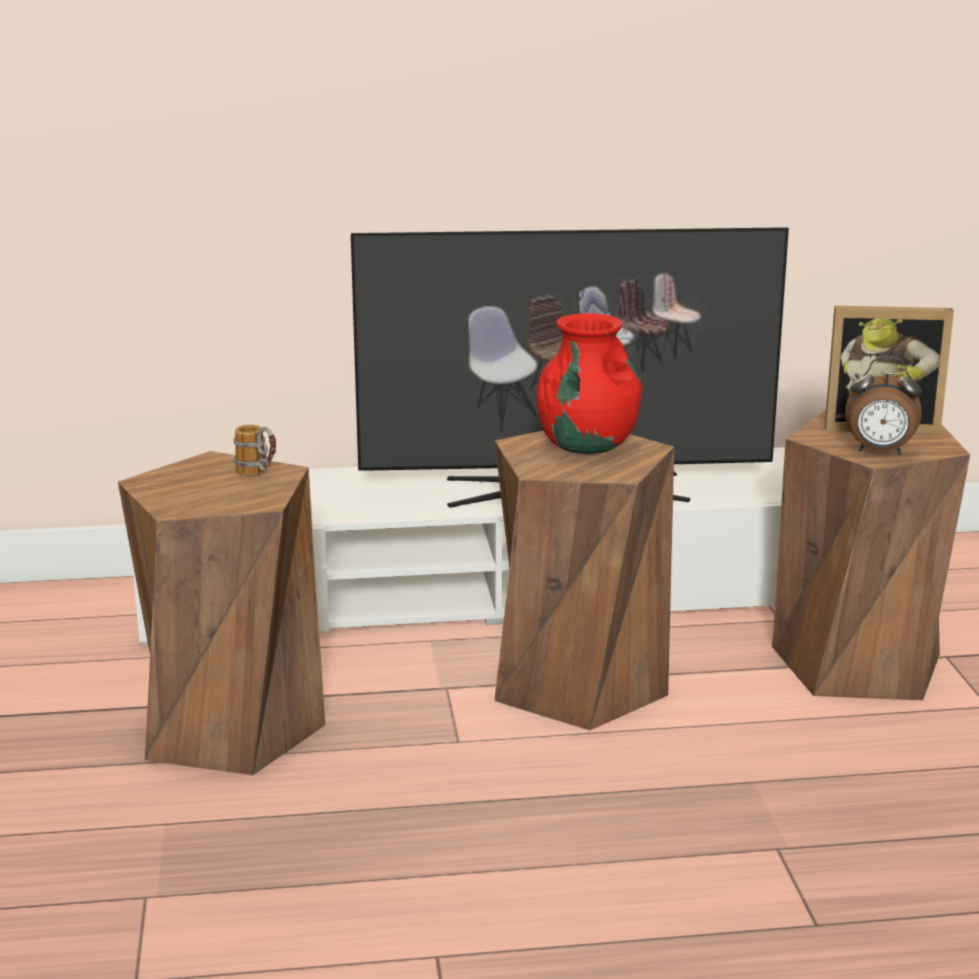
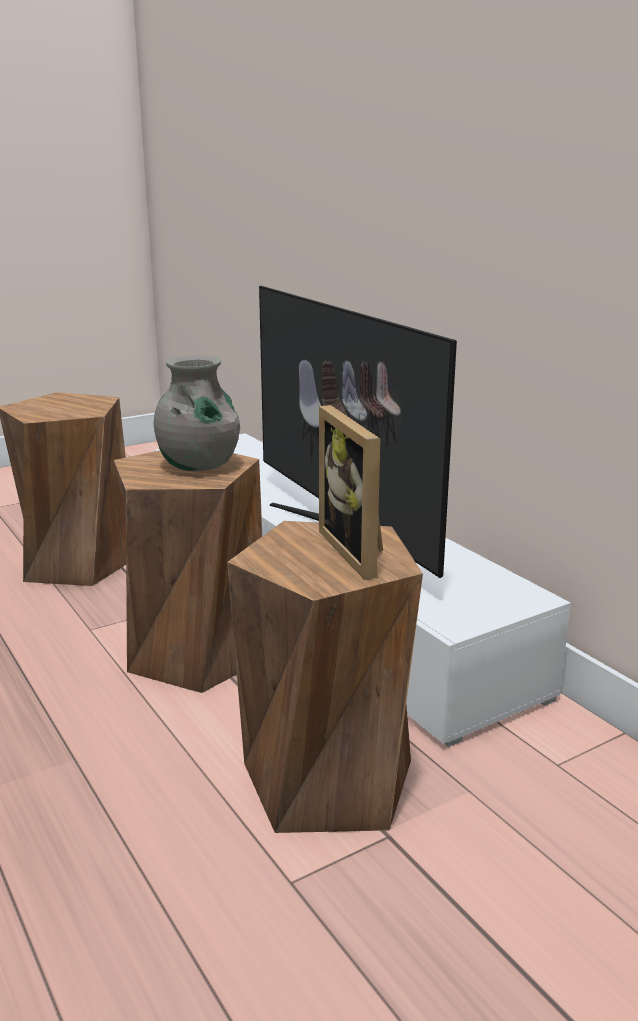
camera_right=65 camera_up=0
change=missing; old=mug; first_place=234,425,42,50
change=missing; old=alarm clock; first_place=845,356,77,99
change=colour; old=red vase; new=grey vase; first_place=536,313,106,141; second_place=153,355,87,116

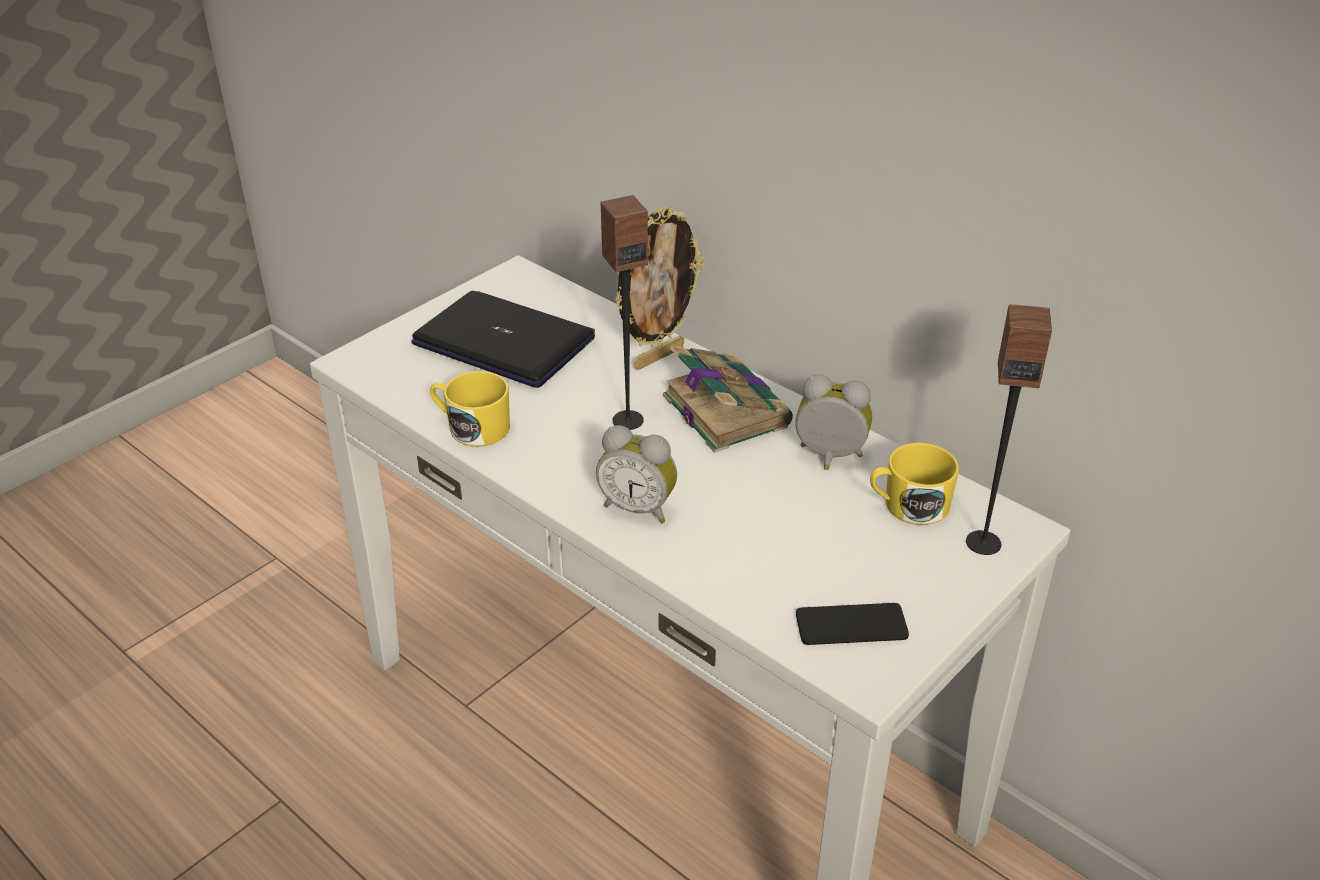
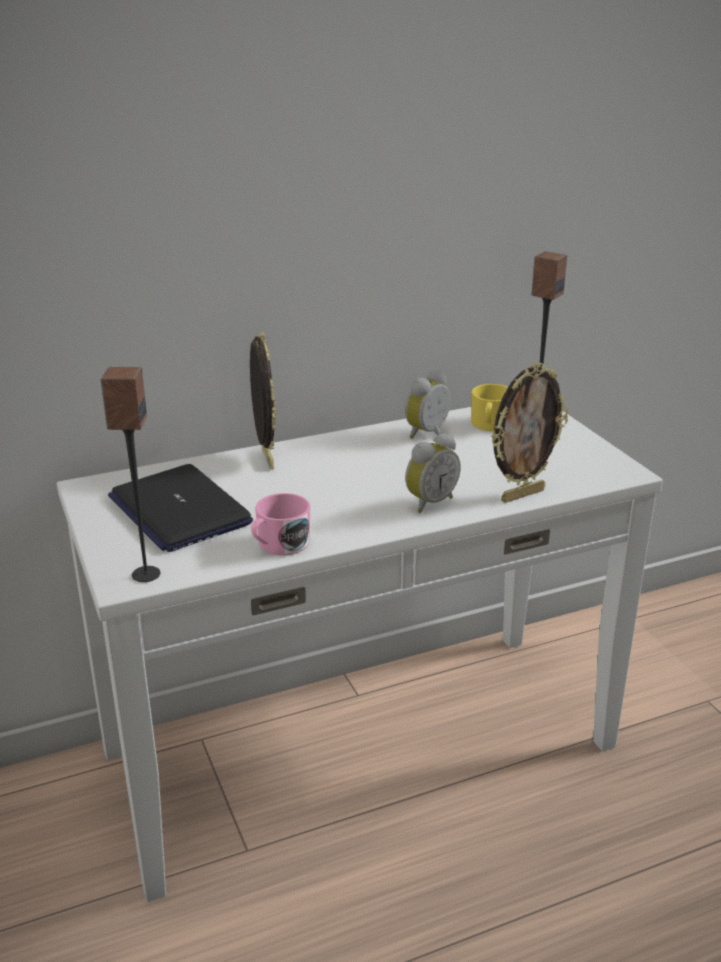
camera_right=-65 camera_up=-10
change=missing; old=book; first_place=663,345,130,108
change=missing; old=phone; first_place=796,603,113,42
change=appeared; new=picture frame; second_place=491,363,77,140
change=relocated; old=speaker; first_place=601,195,47,235; second_place=101,367,59,215
change=colour; old=yellow mug; new=pink mug; first_place=430,371,80,76; second_place=251,493,59,62
change=spun; old=laptop; first_place=411,291,184,97; second_place=108,464,145,88; degrees=-90

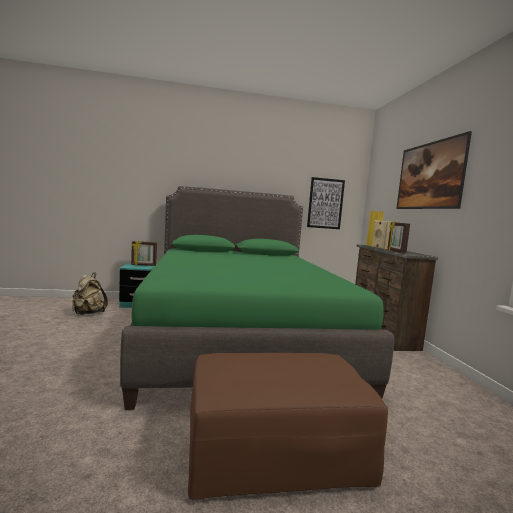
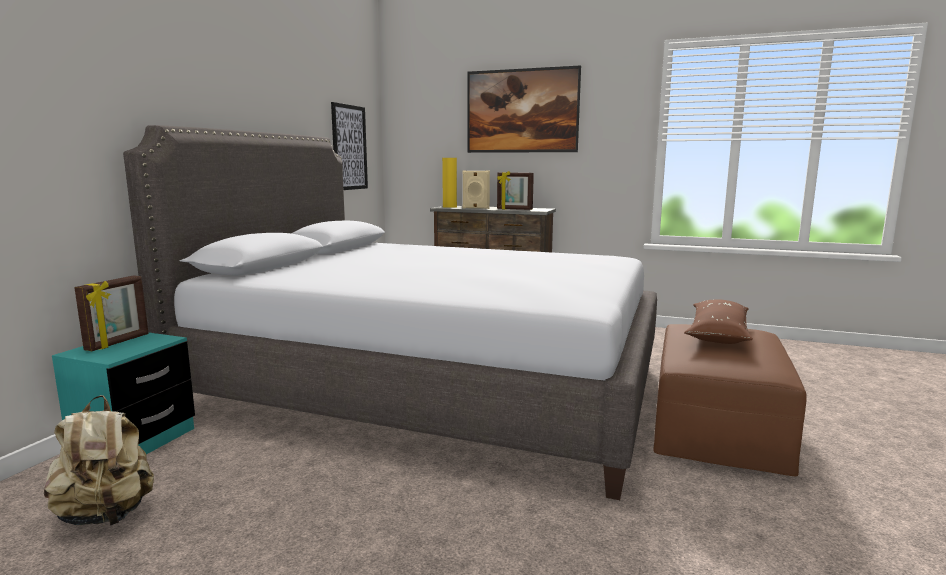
camera_right=-60 camera_up=5
change=appeared; new=brown pillow; second_place=684,300,69,44
change=colour; old=green bed; new=grey bed; first_place=120,186,274,224; second_place=123,125,534,375

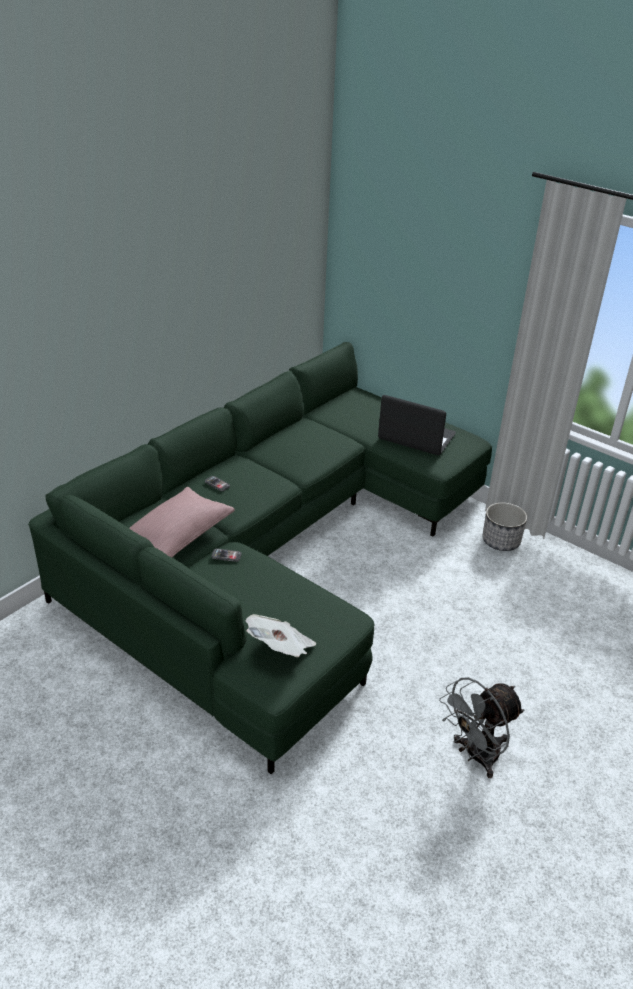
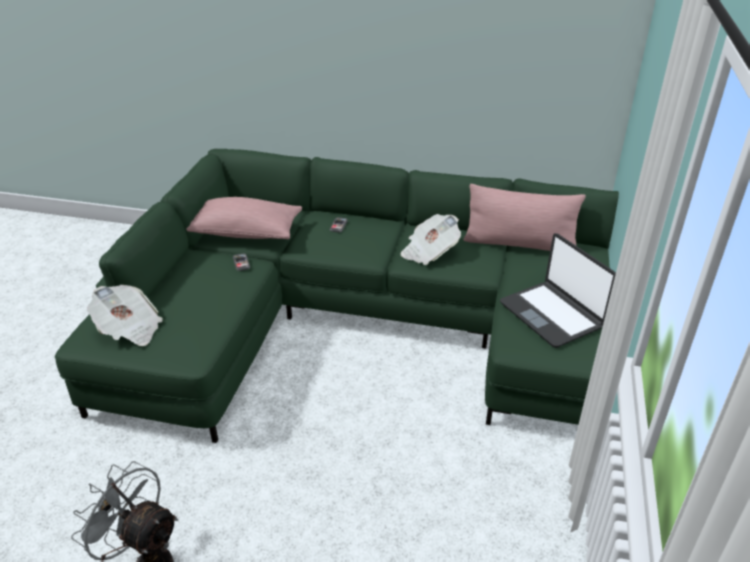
camera_right=65 camera_up=0
change=missing; old=planter; first_place=482,503,45,48
change=appeared; new=newspaper; second_place=400,214,61,51
change=appeared; new=pink pillow; second_place=463,184,123,67
change=spun; old=laptop; first_place=378,395,78,60; second_place=500,233,116,115; degrees=150

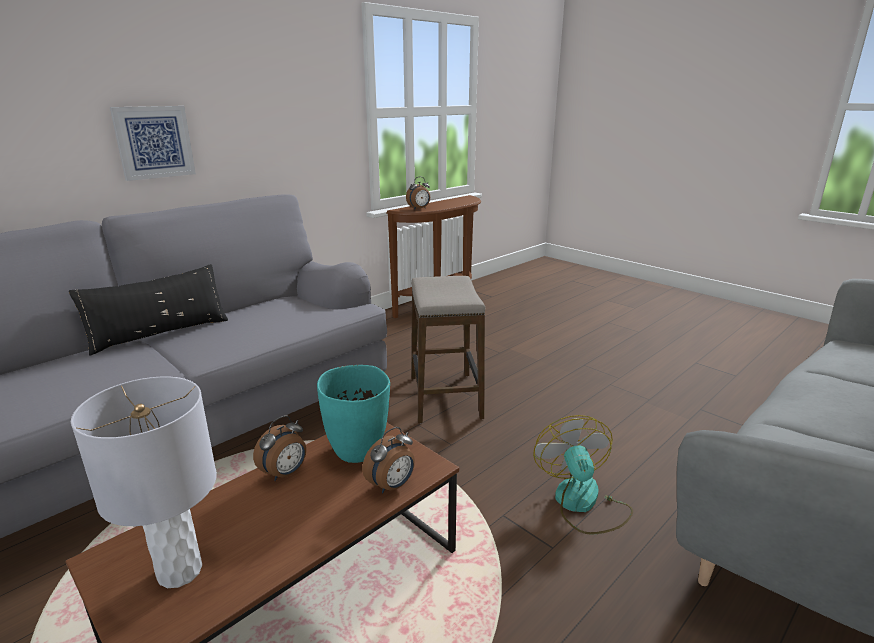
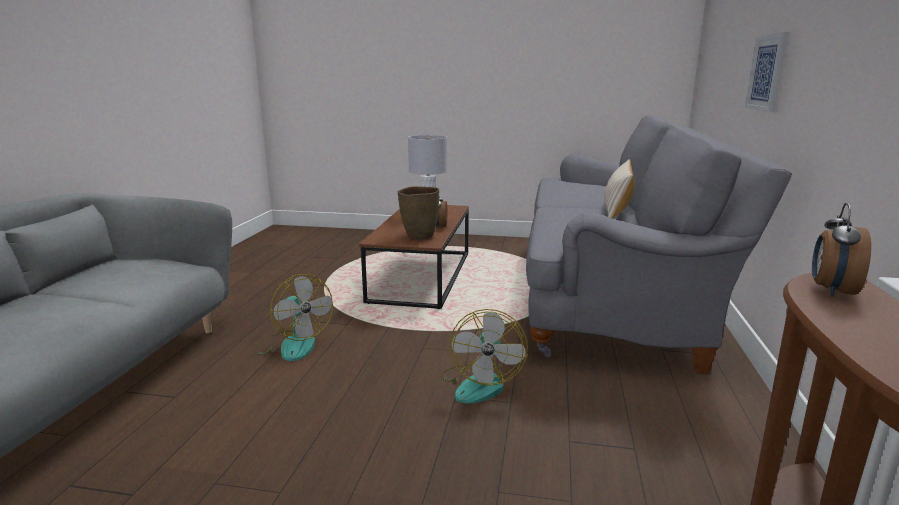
camera_right=145 camera_up=-5
change=missing; old=alarm clock; first_place=362,427,53,67
change=exchanged; old=stool; new=fan; first_place=411,276,74,147; second_place=440,309,88,95
change=colour; old=black pillow; new=beige pillow; first_place=69,264,159,92; second_place=604,159,31,60
change=colour; old=turquoise vase; new=brown vase; first_place=317,365,73,98; second_place=398,186,41,54

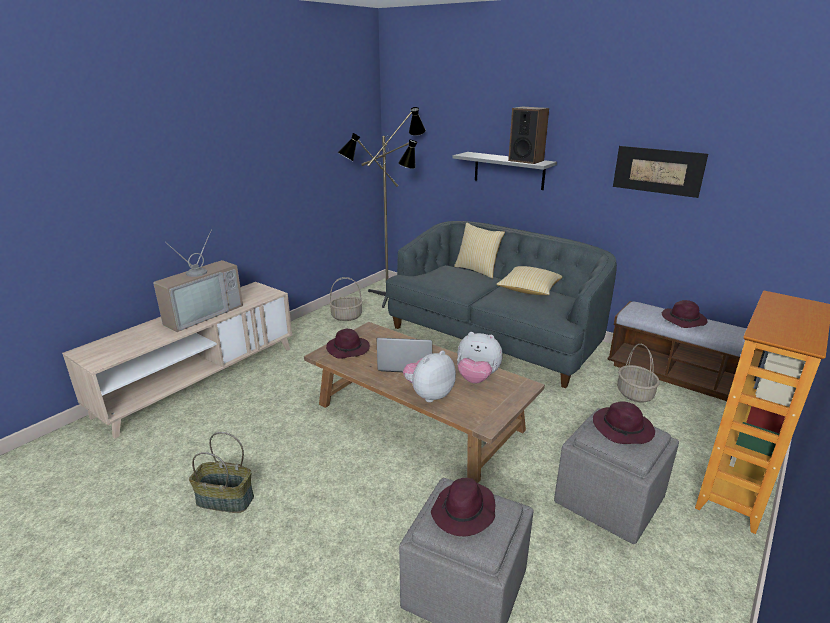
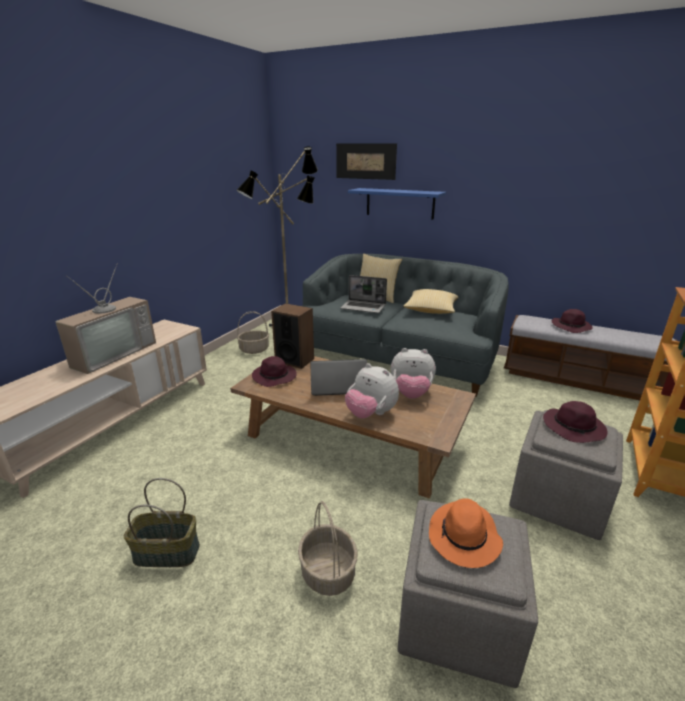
camera_right=-10 camera_up=0
change=appeared; new=laptop; second_place=341,275,46,38
change=relocated; old=speaker; first_place=508,106,41,58; second_place=271,303,43,66
change=relocated; old=picture; first_place=613,146,95,52; second_place=336,143,61,37
change=relocated; old=basket; first_place=617,344,43,58; second_place=298,501,60,95
change=colour; old=purple hat; new=orange hat; first_place=431,478,64,58; second_place=429,498,74,70
change=colour; old=grey shelf; new=blue shelf; first_place=452,152,105,38; second_place=348,188,98,32
change=spun; old=plush toy; first_place=403,350,53,52; second_place=345,363,54,55; degrees=-90

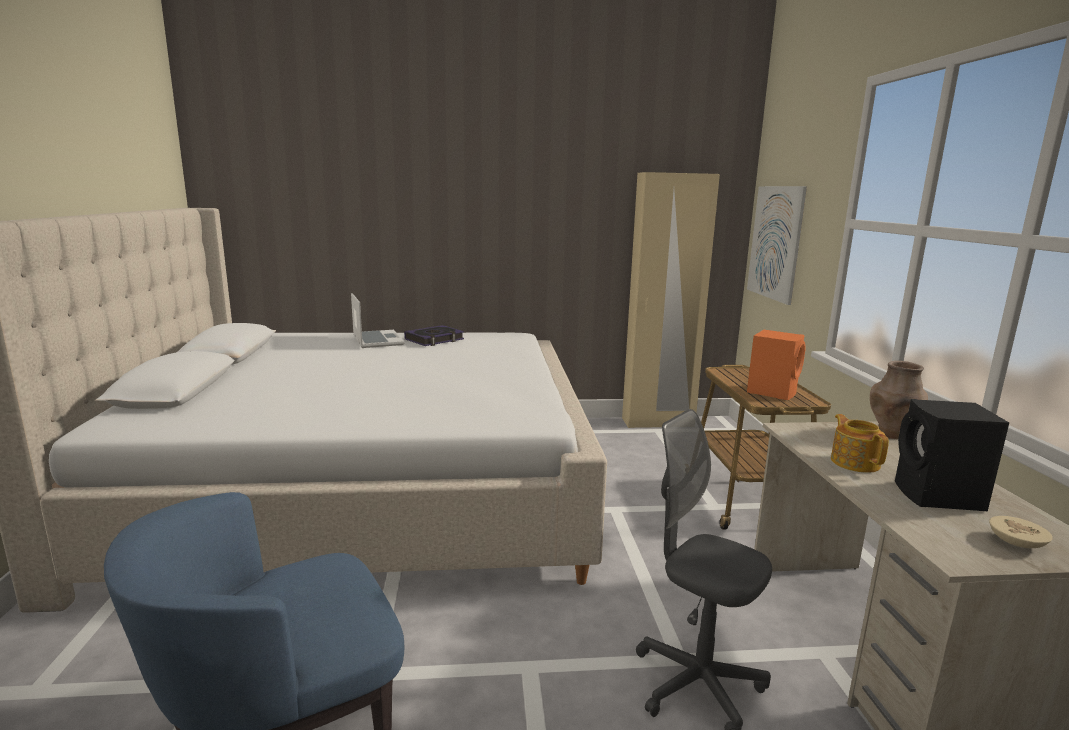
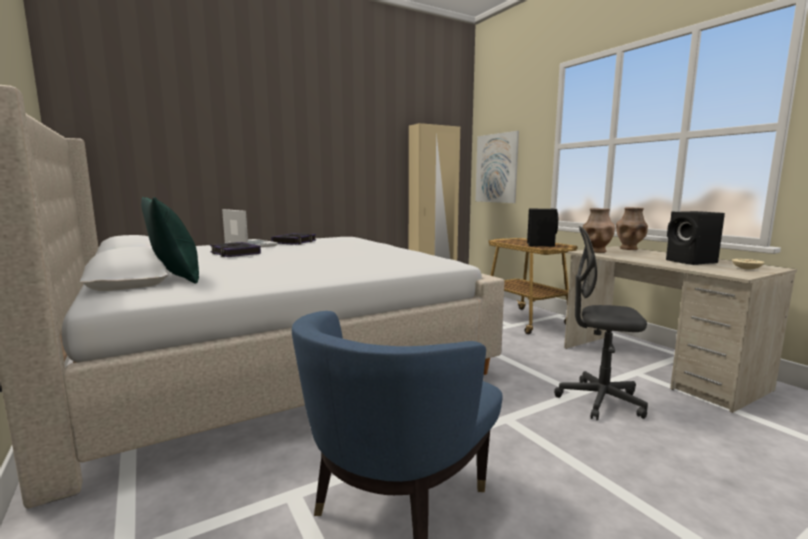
camera_right=-25 camera_up=-5
change=missing; old=teapot; first_place=831,414,58,59
change=appeared; new=green pillow; second_place=141,197,58,87
change=appeared; new=book; second_place=210,242,51,15
change=appeared; new=brown vase; second_place=583,208,32,45
change=colour; old=orange speaker; new=black speaker; first_place=747,330,58,70; second_place=527,209,31,38

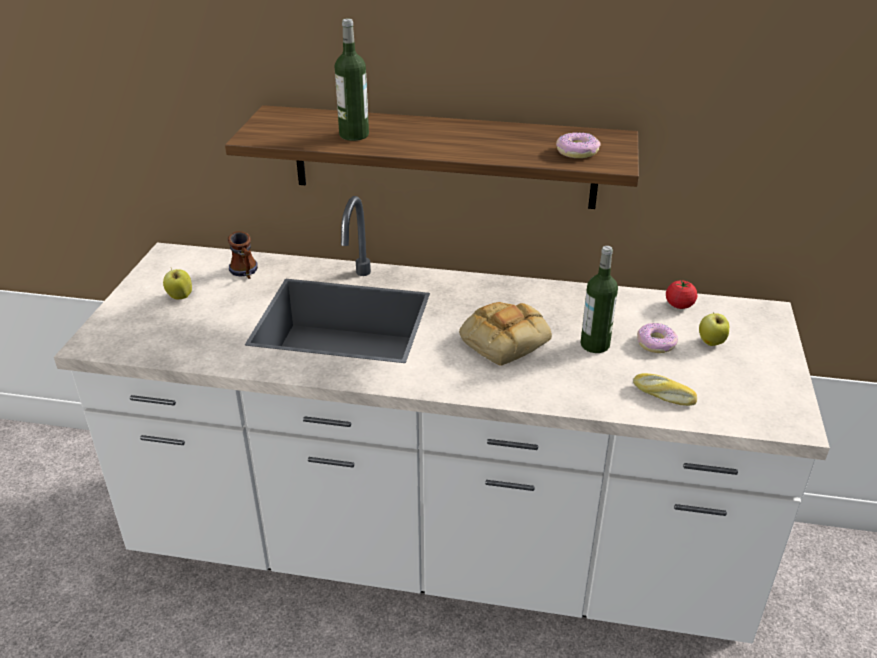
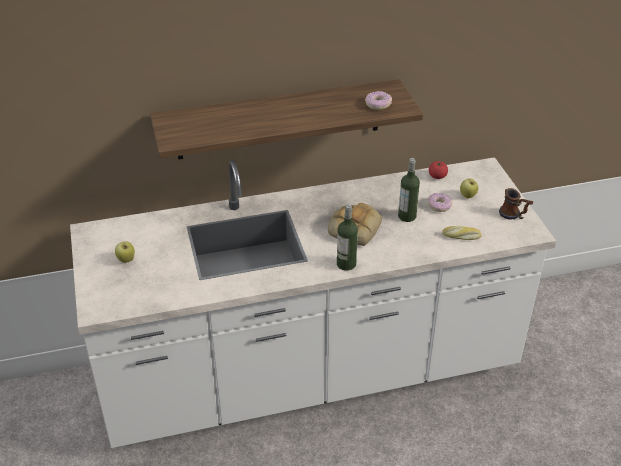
camera_right=-25 camera_up=5
change=relocated; old=mug; first_place=228,231,30,48; second_place=499,188,34,32
change=relocated; old=bottle; first_place=335,19,34,122; second_place=337,204,21,67

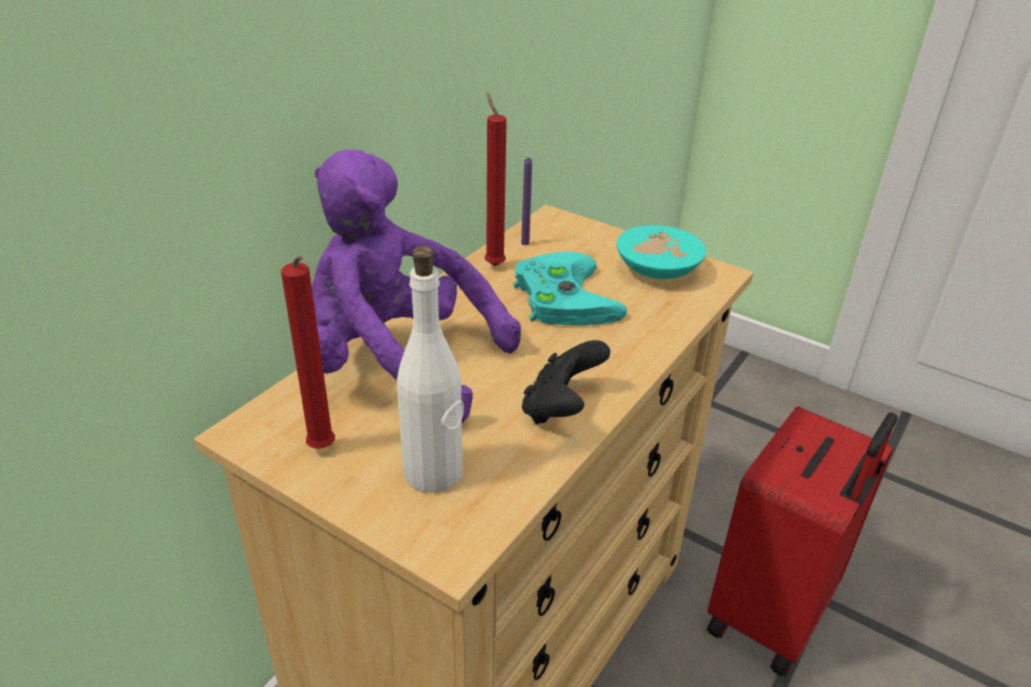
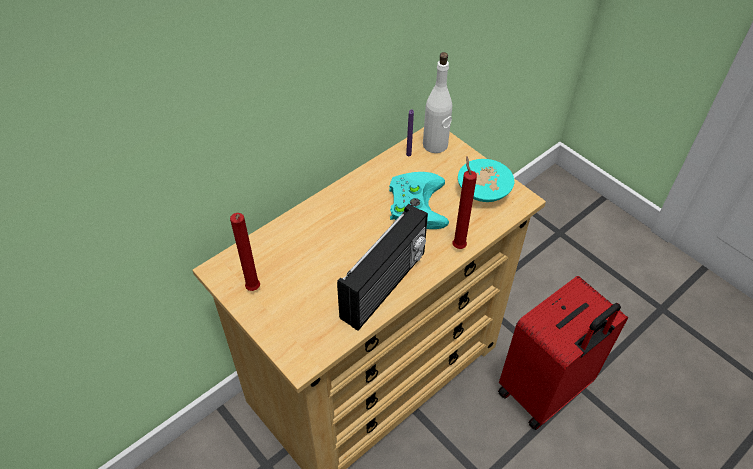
camera_right=15 camera_up=15
change=missing; old=purple plush toy; first_place=312,150,209,273
change=relocated; old=white bottle; first_place=397,245,67,247; second_place=423,52,29,101
change=relocated; old=red candle; first_place=484,93,23,173; second_place=453,156,24,93
change=exchanged; old=black game controller; new=radio; first_place=522,340,88,84; second_place=337,204,91,127

